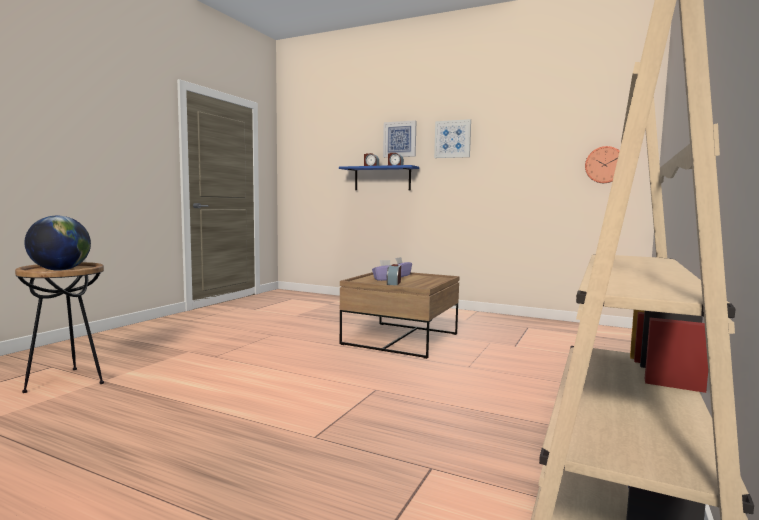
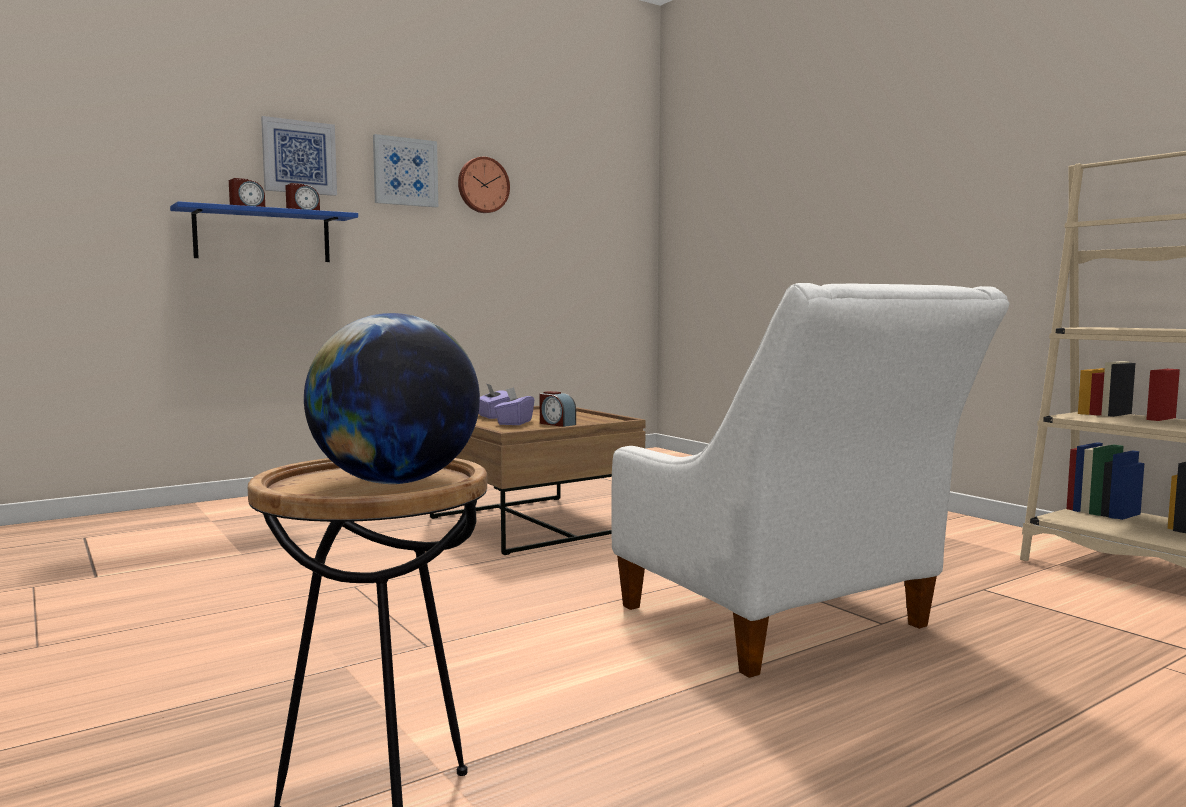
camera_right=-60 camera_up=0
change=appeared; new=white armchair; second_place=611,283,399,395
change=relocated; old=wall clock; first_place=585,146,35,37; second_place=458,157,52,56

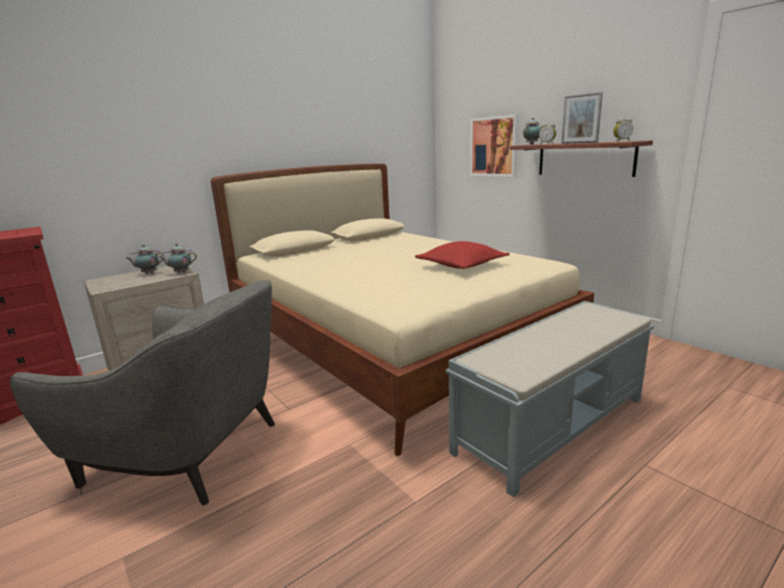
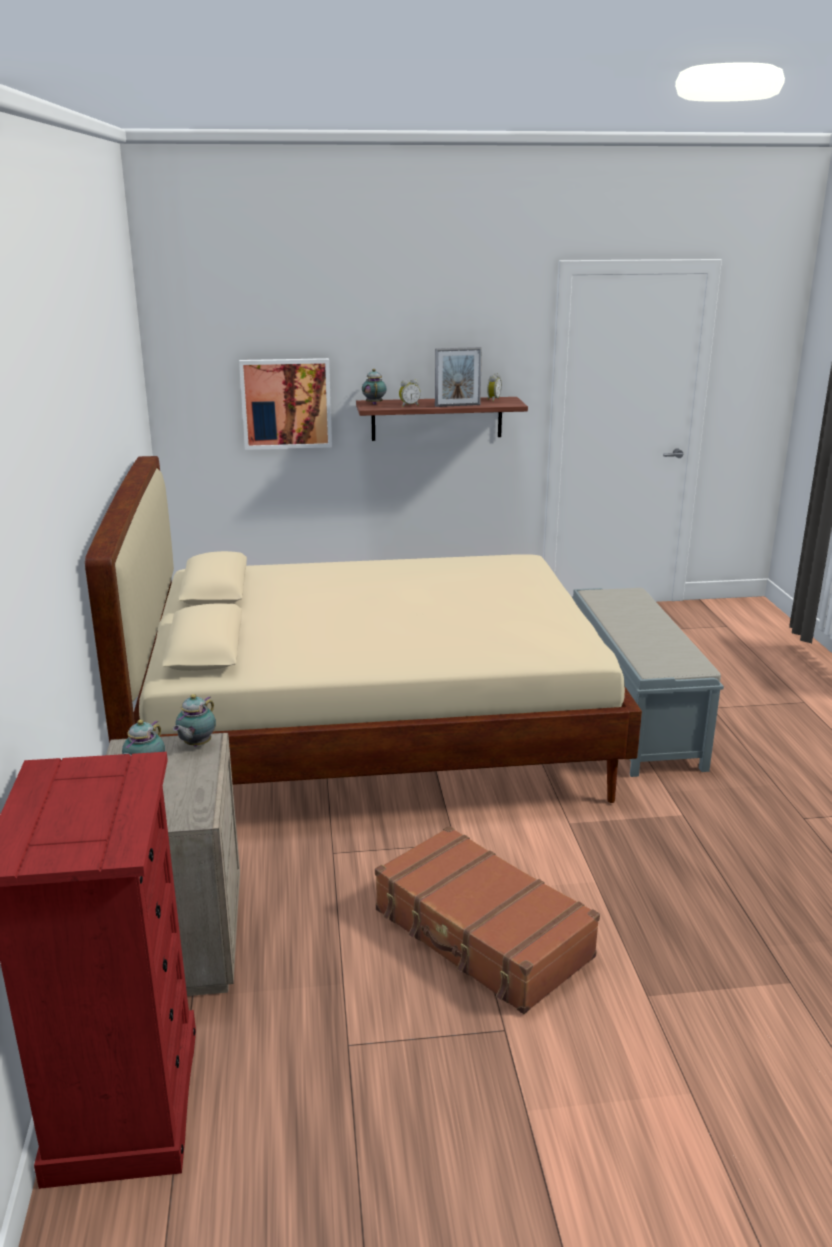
camera_right=-60 camera_up=5
change=missing; old=red pillow; first_place=415,241,95,28
change=exchanged; old=grey armchair; new=brown suitcase; first_place=10,280,265,225; second_place=375,826,225,188

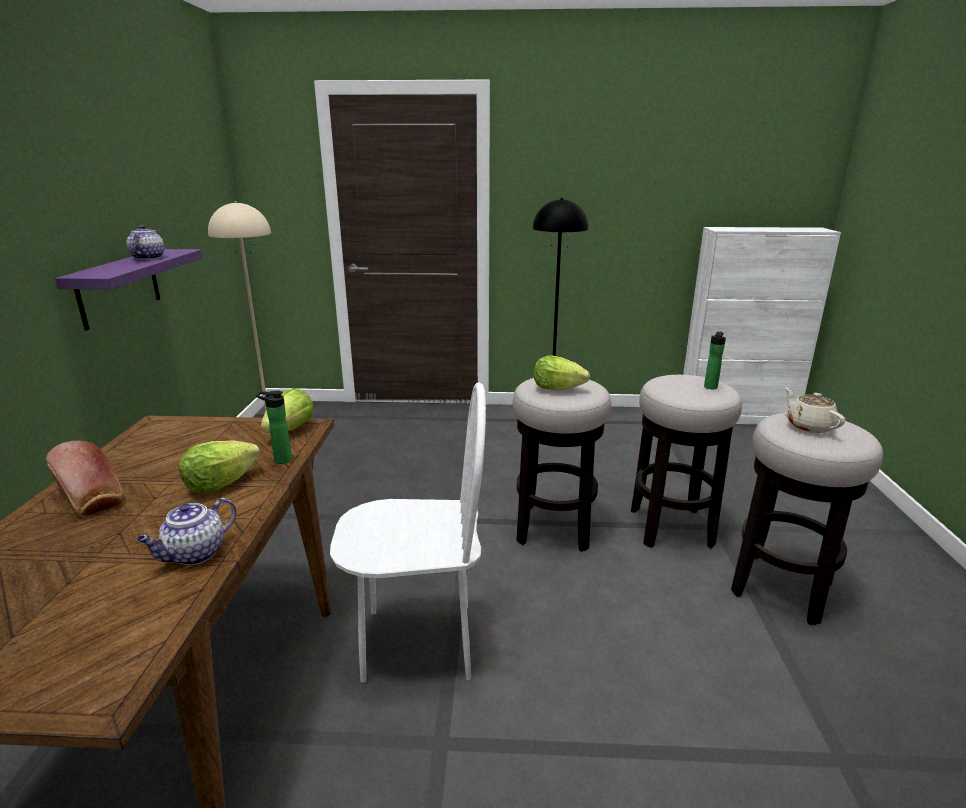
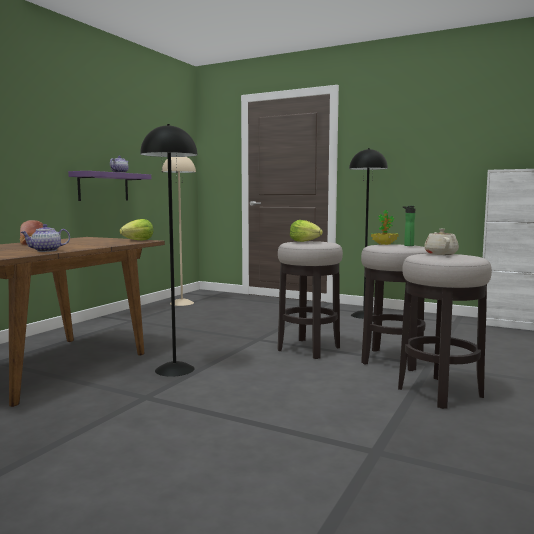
camera_right=25 camera_up=-15
change=missing; old=lettuce; first_place=179,440,81,53
change=missing; old=bottle; first_place=256,390,36,74
change=appeared; new=potted plant; second_place=371,210,27,35
change=exchanged; old=white chair; new=black floor lamp; first_place=330,382,156,301; second_place=140,124,57,253

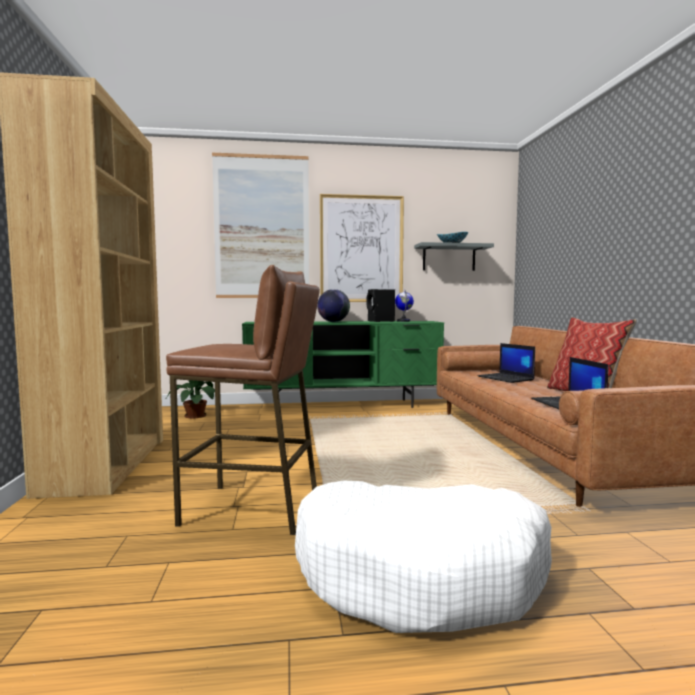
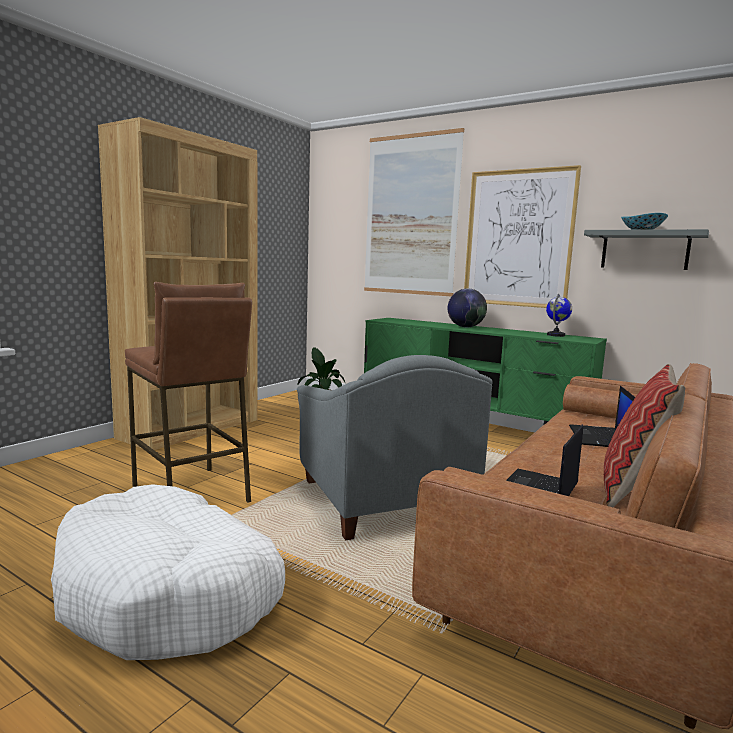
camera_right=40 camera_up=5
change=missing; old=black speaker; first_place=366,289,29,33
change=appeared; new=grey armchair; second_place=297,355,196,185

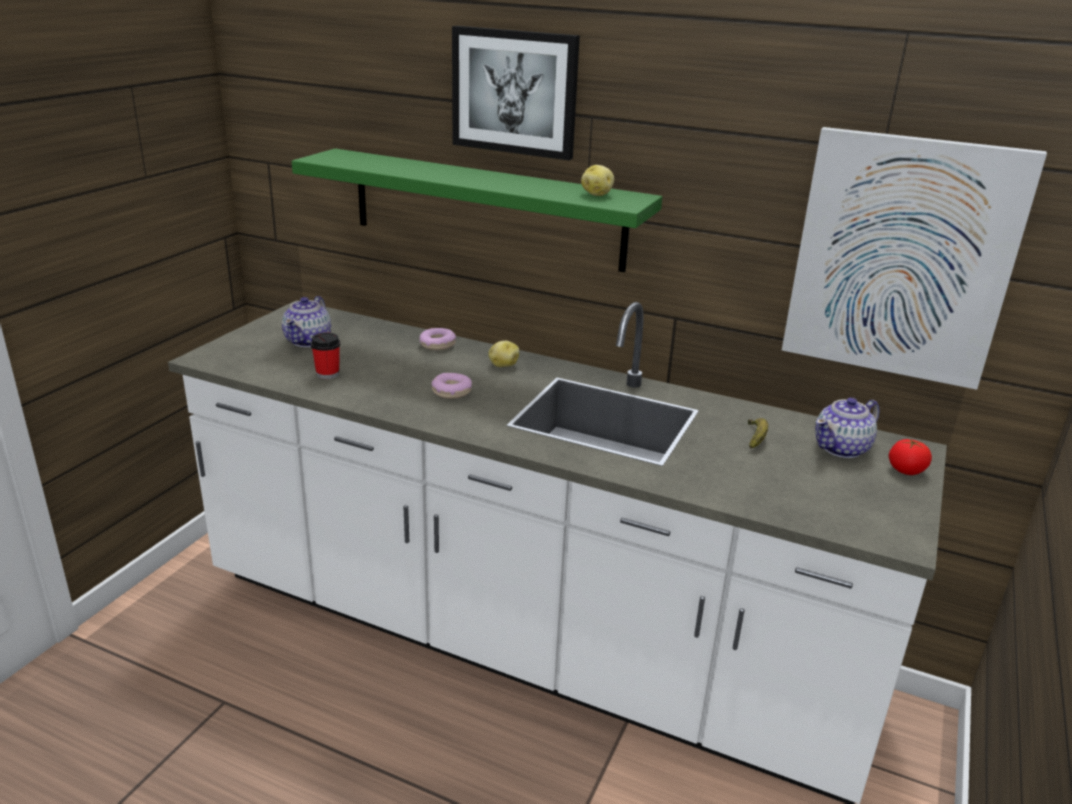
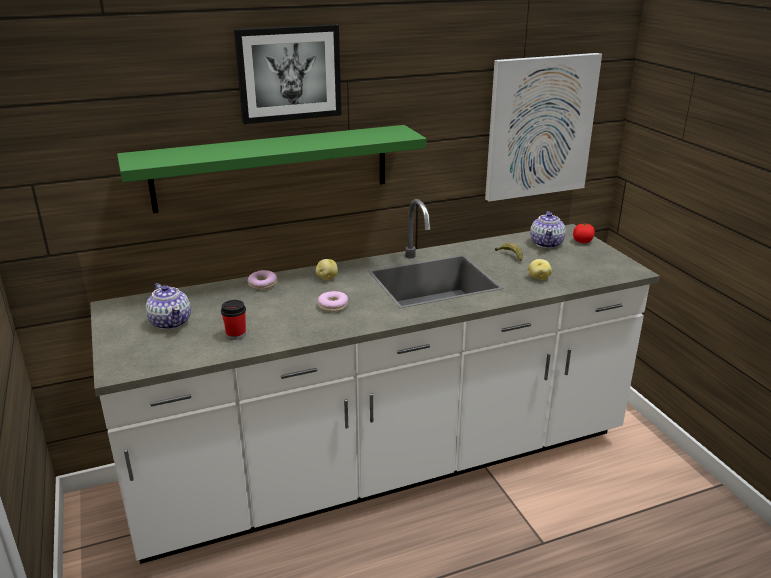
camera_right=-45 camera_up=0
change=relocated; old=potato; first_place=581,165,33,31; second_place=528,259,24,21

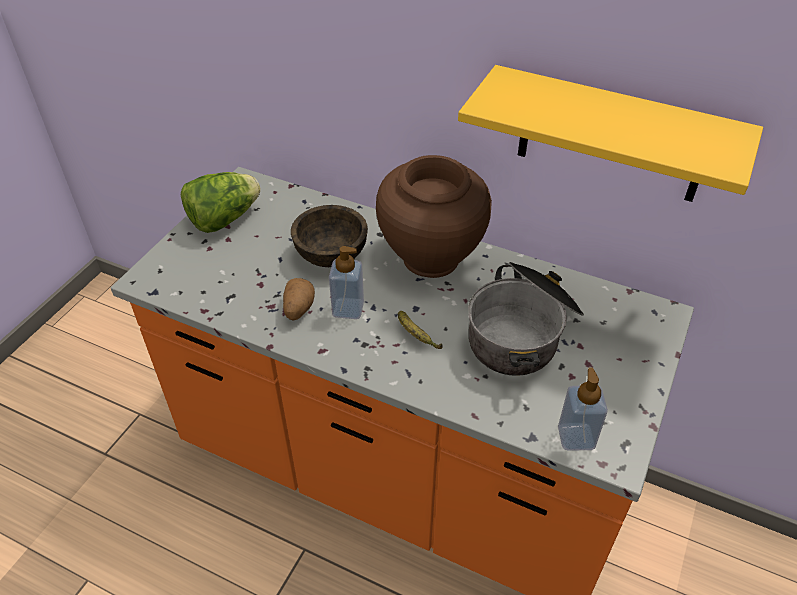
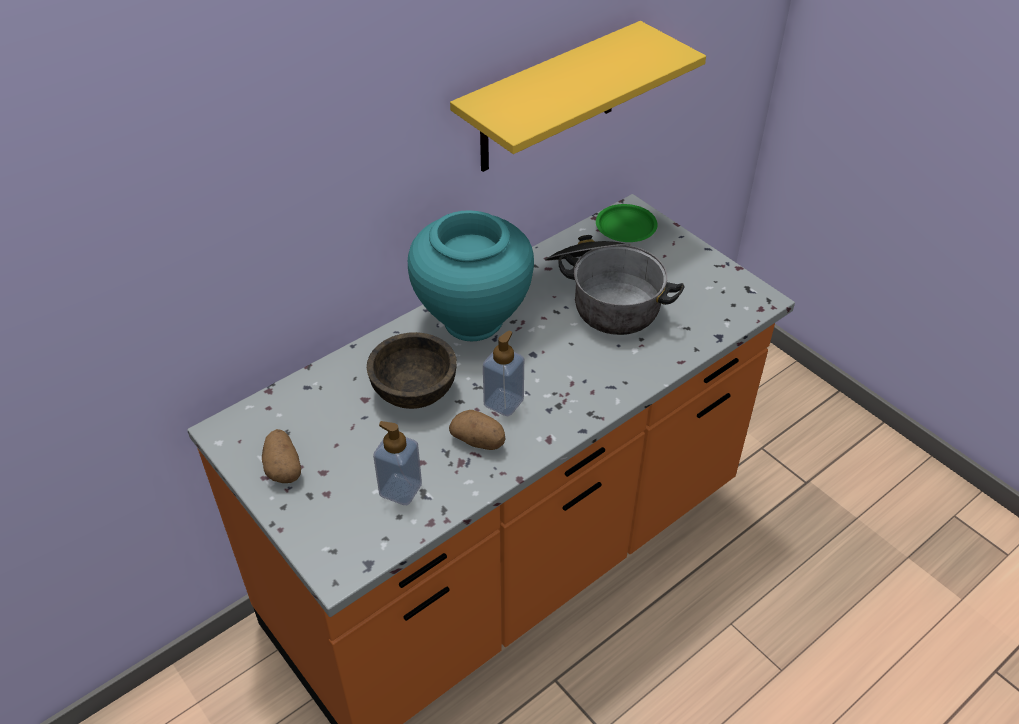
camera_right=-65 camera_up=0
change=missing; old=banana; first_place=398,311,45,38
change=appeared; new=green plate; second_place=596,204,62,38
change=relocated; old=soap dispenser; first_place=558,367,50,84; second_place=373,421,49,84
change=exchanged; old=lettuce; new=potato; first_place=181,172,80,61; second_place=262,429,39,54
change=colour; old=brown vase; new=turquoise vase; first_place=376,155,116,123; second_place=408,210,126,131

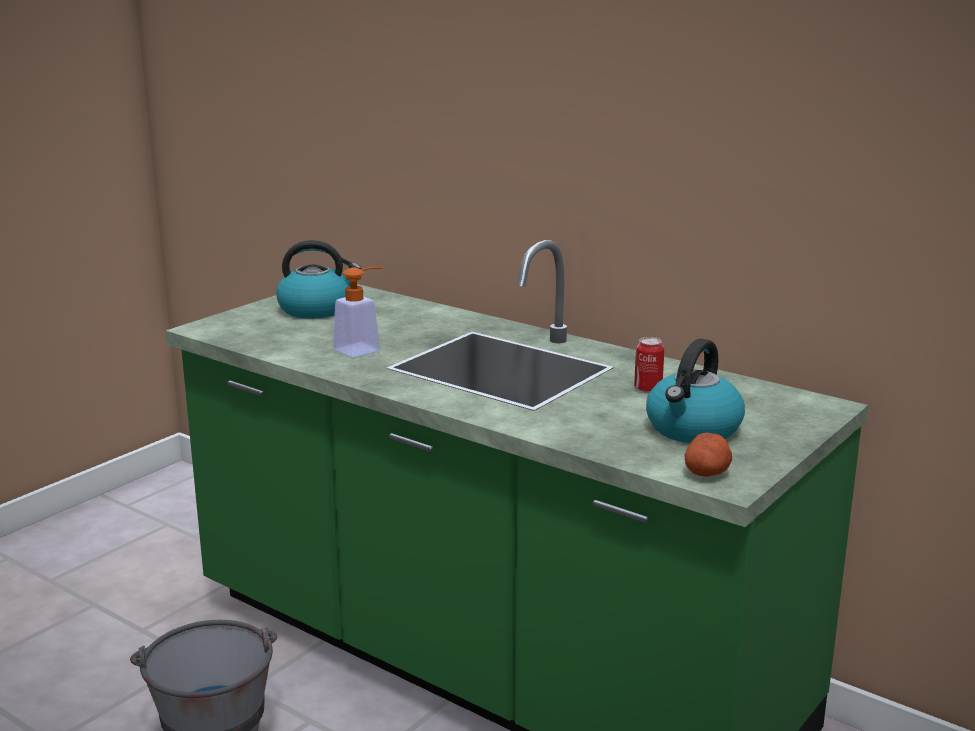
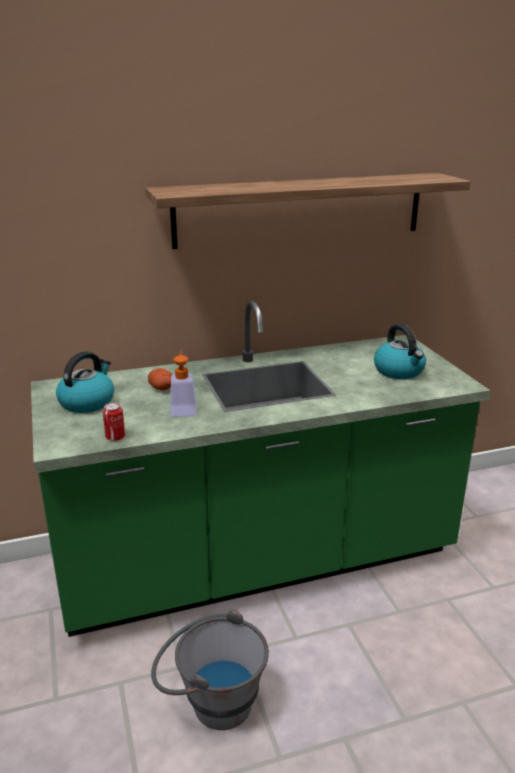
camera_right=-55 camera_up=5
change=appeared; new=shelf; second_place=145,173,325,76
change=relocated; old=can; first_place=634,337,30,56; second_place=103,402,22,39
change=relocated; old=potato; first_place=685,433,47,44; second_place=148,368,24,22

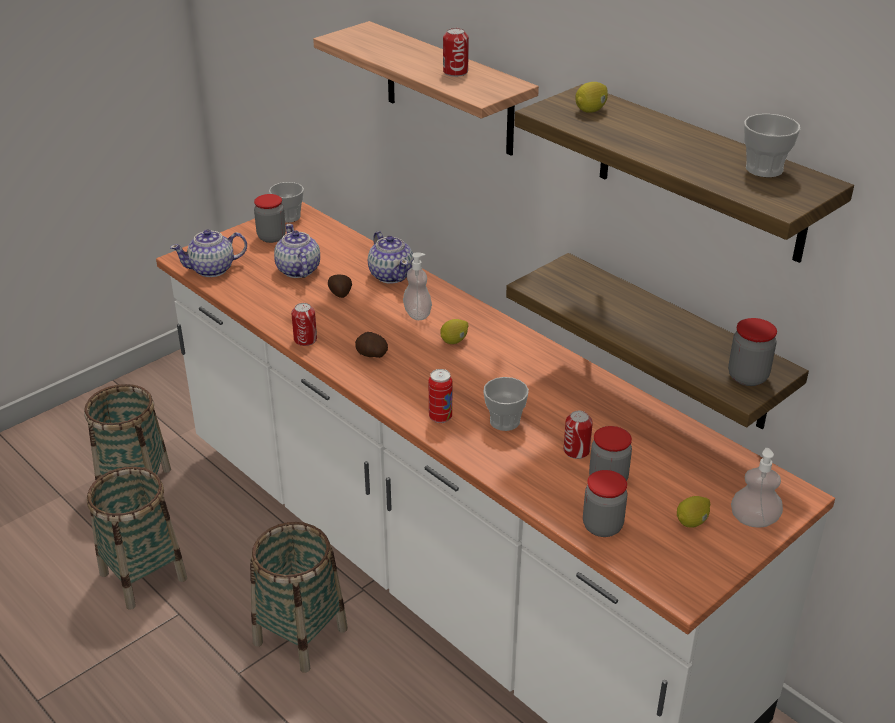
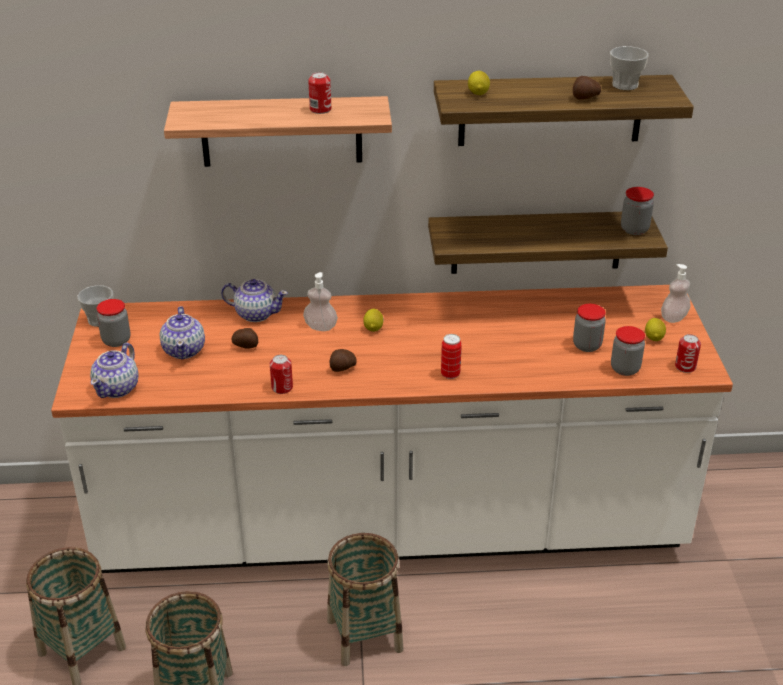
camera_right=-50 camera_up=0
change=missing; old=cup; first_place=483,377,46,54
change=appeared; new=potato; second_place=573,76,28,24
change=relocated; old=can; first_place=564,411,29,48; second_place=675,334,26,39
change=spun; old=teapot; first_place=274,224,46,54; second_place=160,306,45,54; degrees=-120

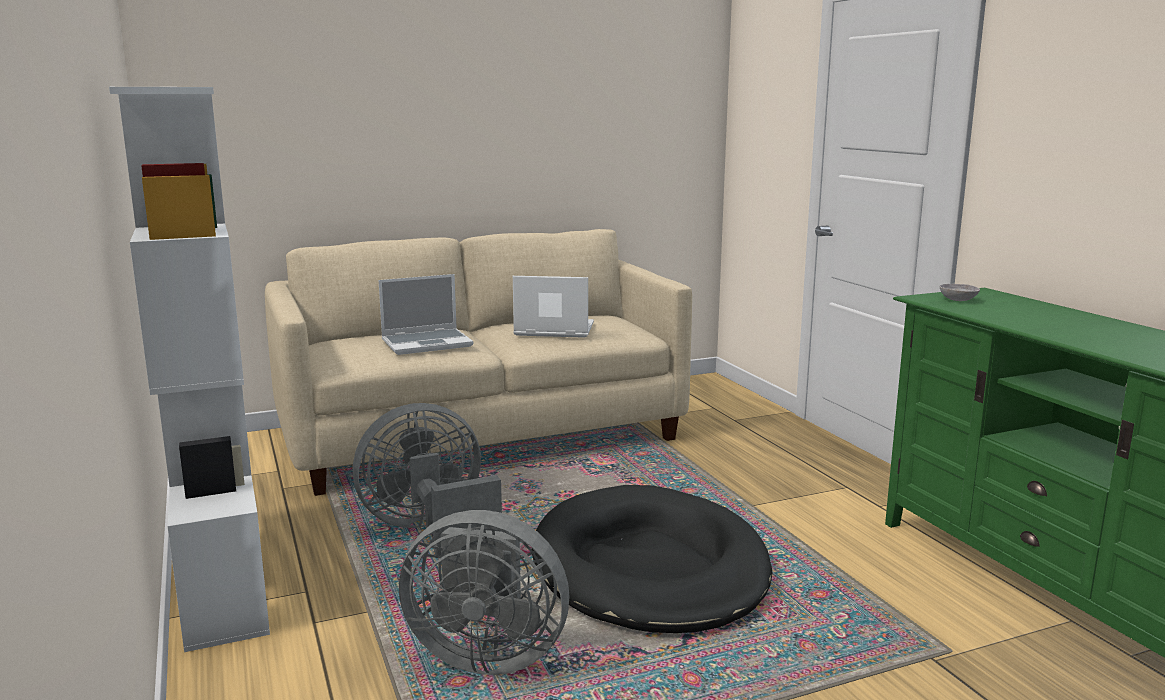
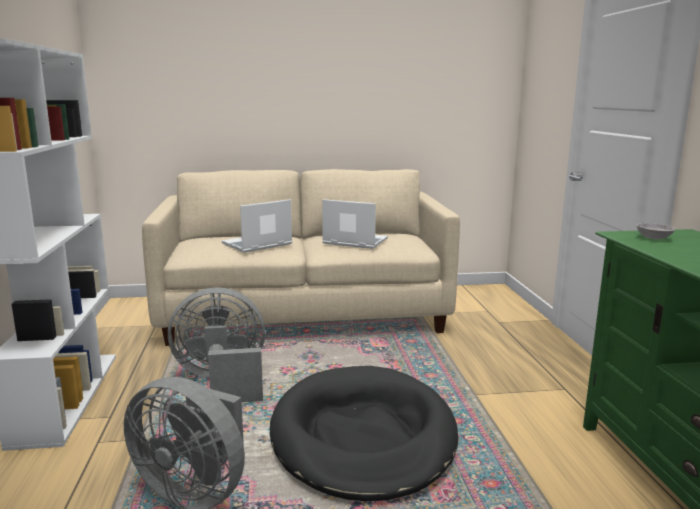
camera_right=15 camera_up=0
change=spun; old=laptop; first_place=379,274,94,81; second_place=222,199,70,54; degrees=150

